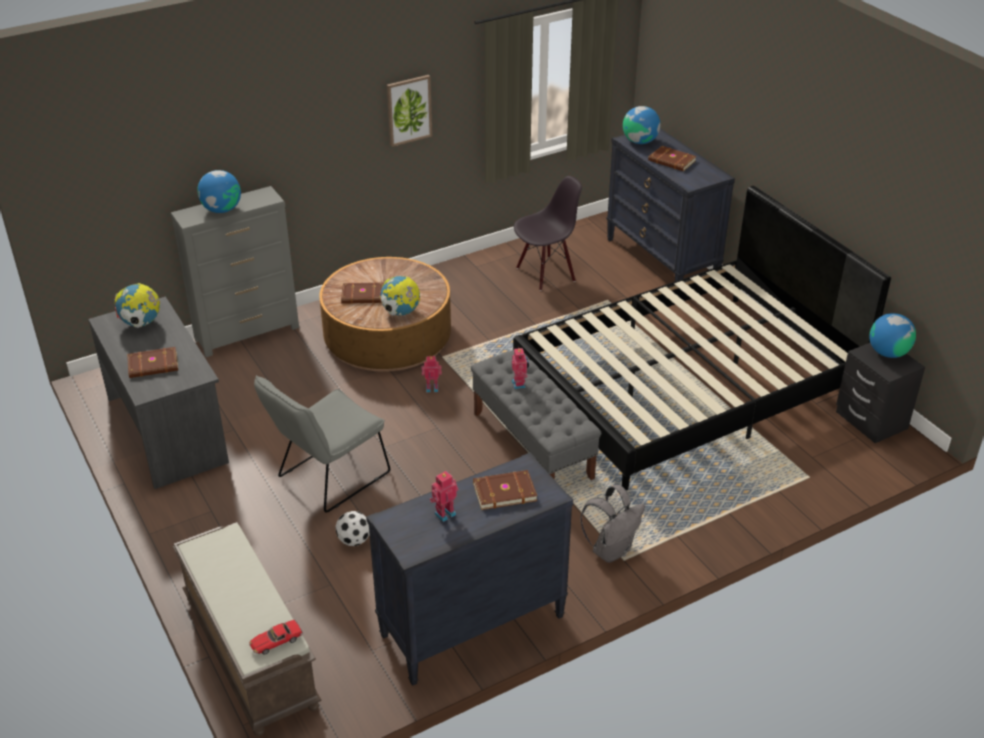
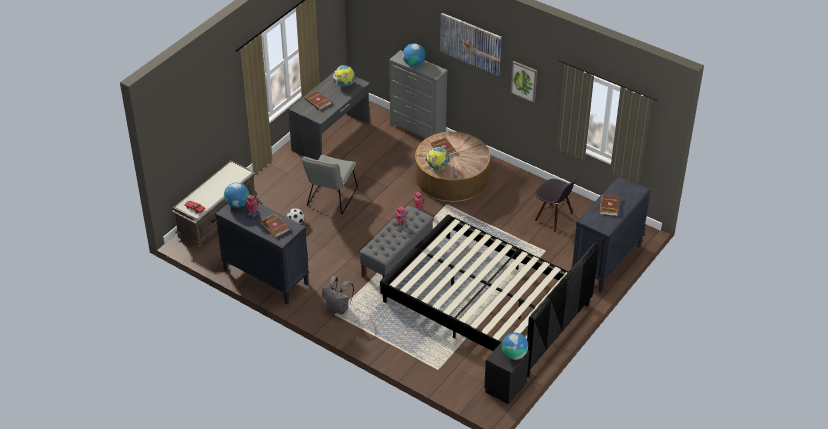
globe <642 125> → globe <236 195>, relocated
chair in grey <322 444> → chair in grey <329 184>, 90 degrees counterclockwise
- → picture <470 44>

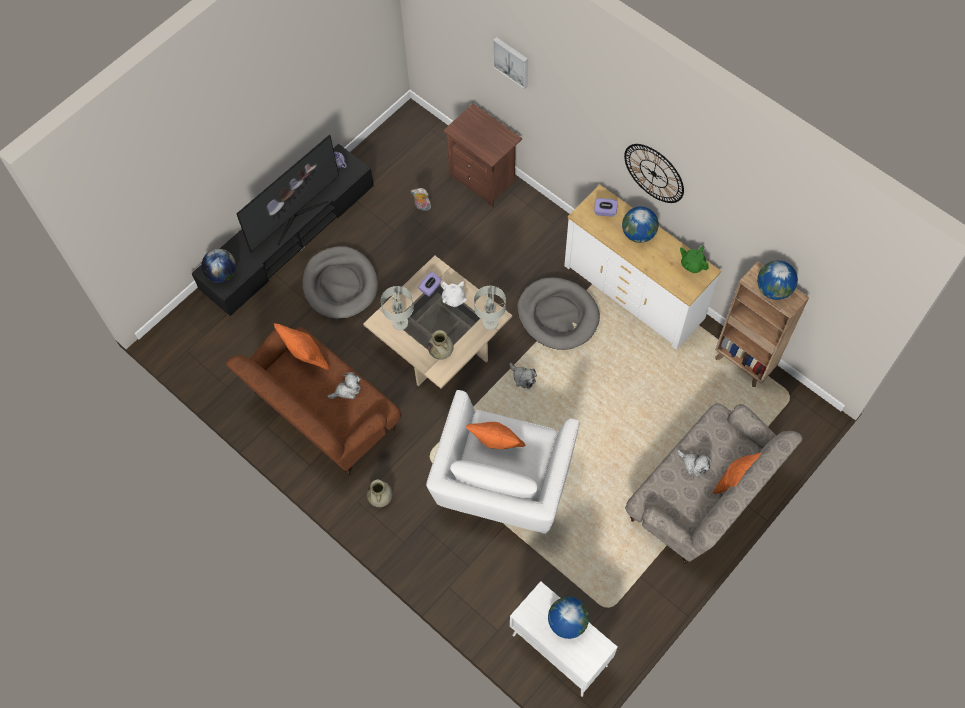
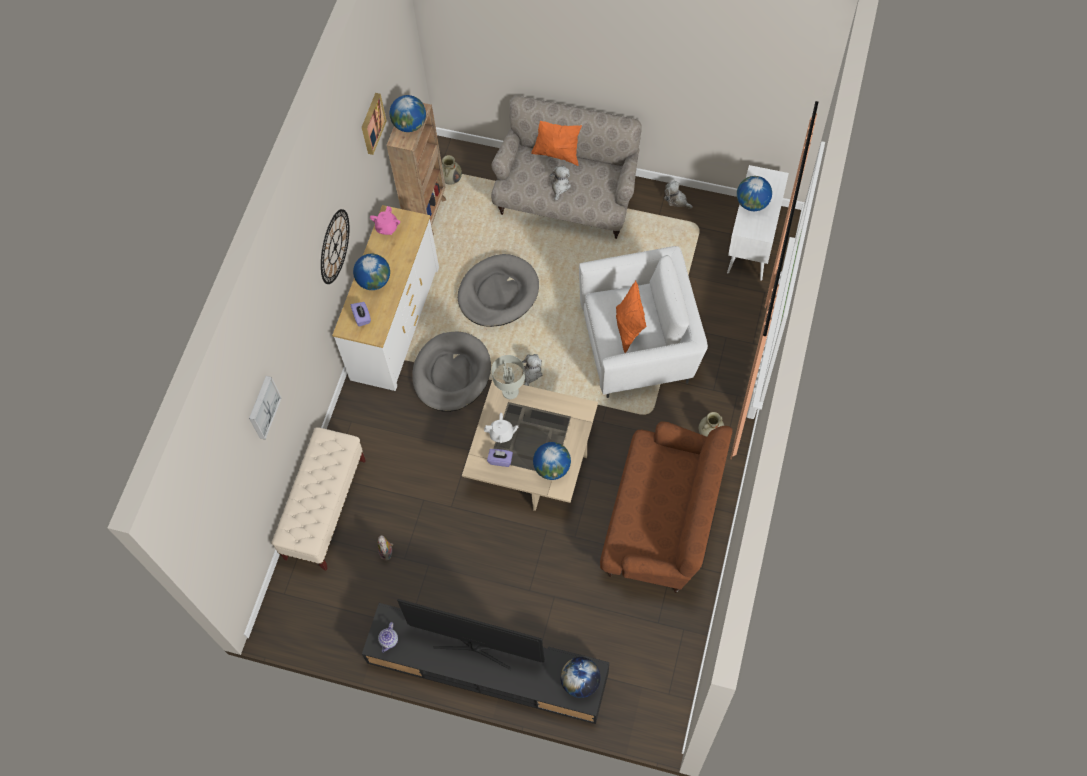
nightstand in brown <482 155> → bench in beige <318 499>
dog bed in grey <340 282> → dog bed in grey <498 290>, relocated
teapot in green <694 259> → teapot in pink <385 220>
teapot in white <453 294> → teapot in white <501 428>, 75 degrees clockwise
table lamp in grey <397 308> → globe <552 461>
pillow in orange <302 346> → -
vase in beige <441 345> → vase in beige <452 170>, relocated
plush toy <344 385> → plush toy <678 195>, relocated
- → picture <374 124>

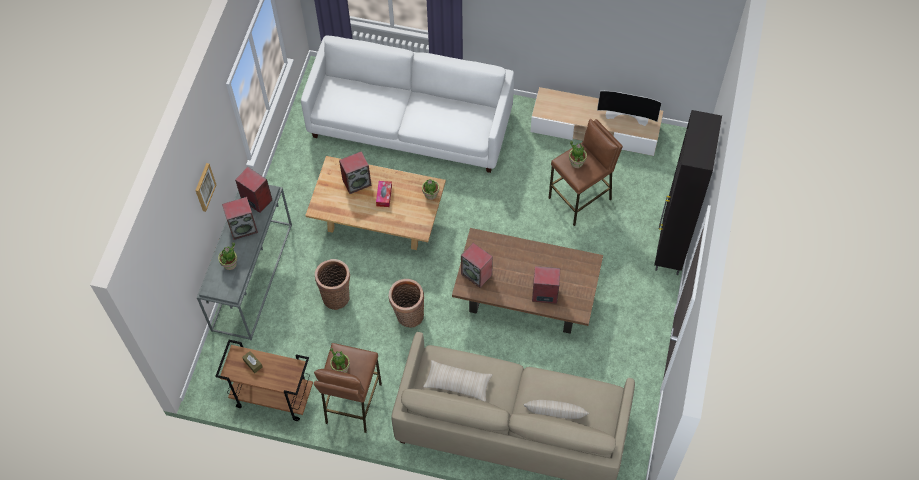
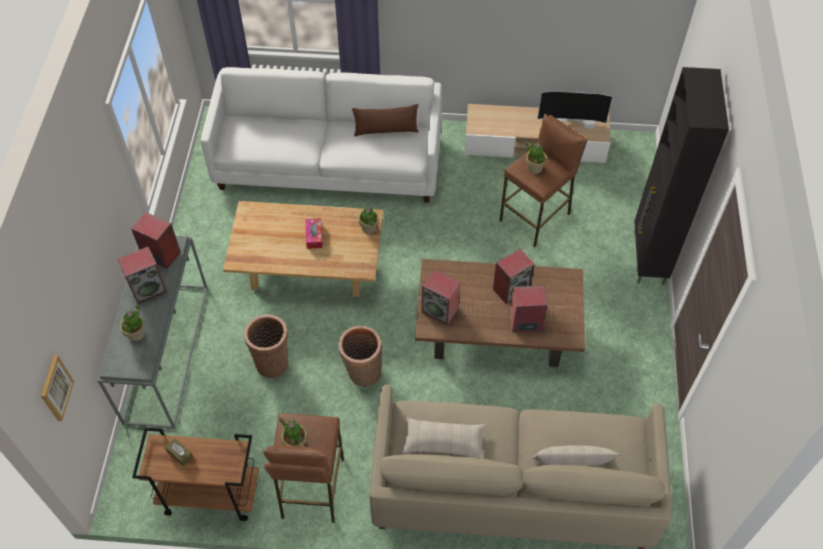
speaker <355 172> → speaker <514 277>, relocated
picture <205 187> → picture <57 388>, relocated
- → pillow in brown <385 120>

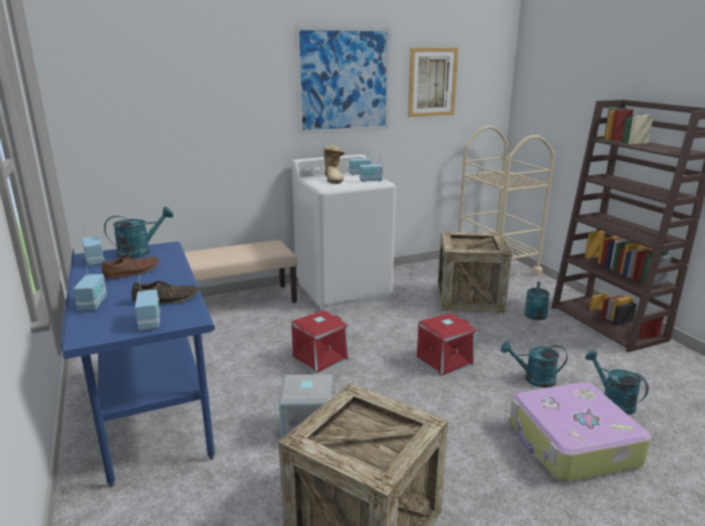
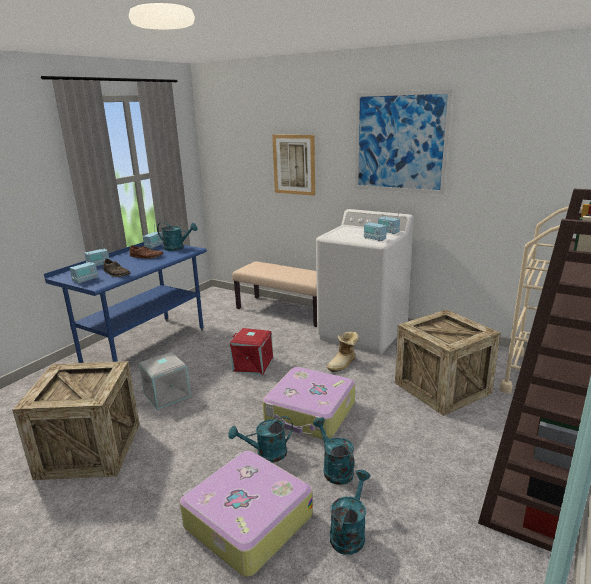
picture <433 82> → picture <293 165>, relocated
boot <334 164> → boot <343 351>, relocated
watering can in turquoise <537 301> → watering can in turquoise <260 439>, relocated
storage box in red <447 344> → suitcase <309 403>

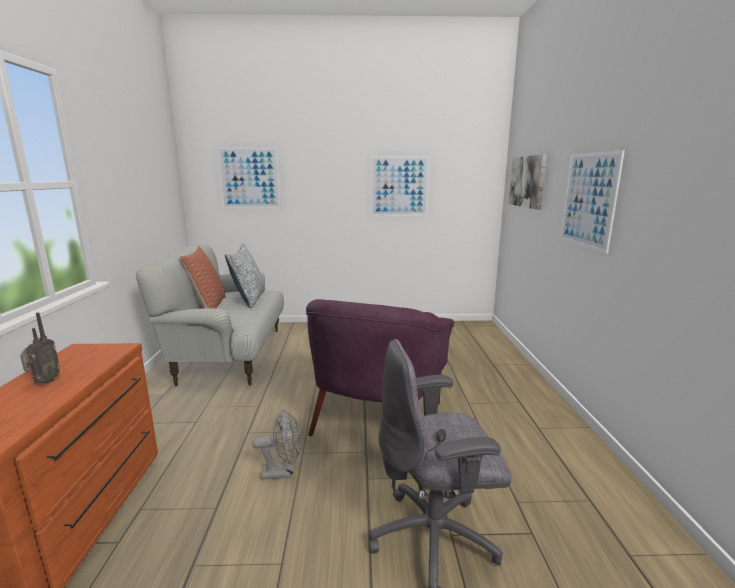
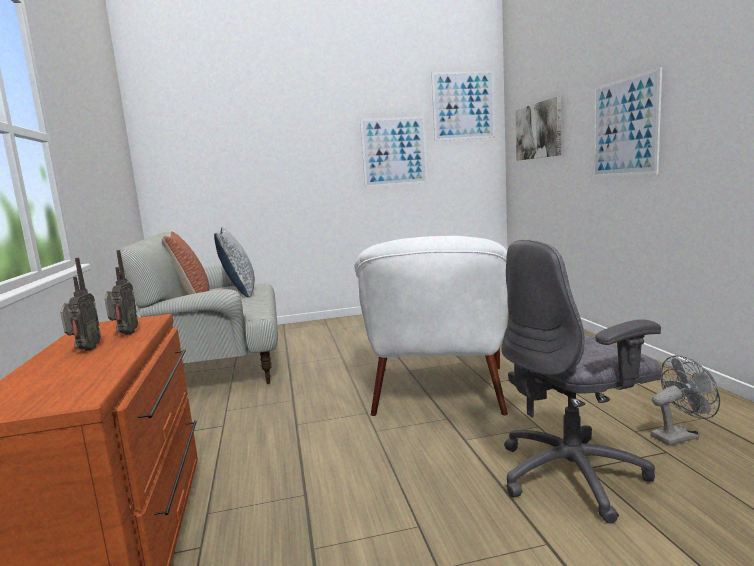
picture <249 177> → picture <463 106>, relocated
armchair in purple <380 367> → armchair in white <431 326>
fan in grey <277 445> → fan in grey <685 400>, relocated
- → radio <121 292>

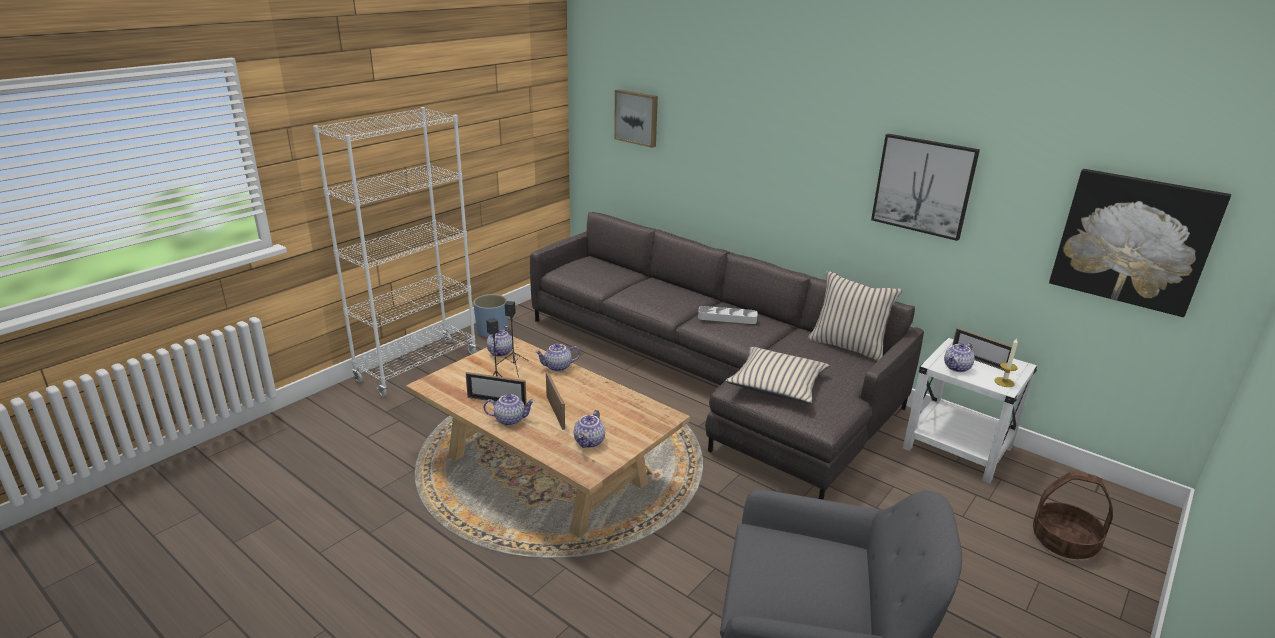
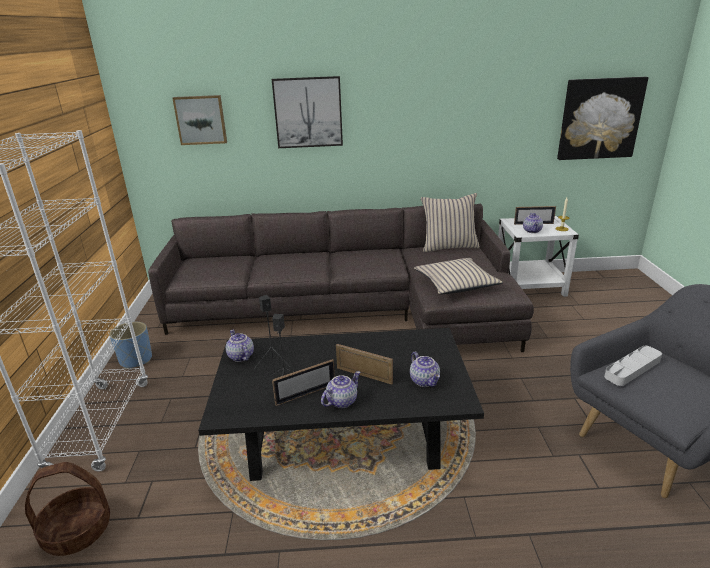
picture <925 187> → picture <307 112>, relocated
tray in grey <727 315> → tray in grey <633 366>, relocated
coffee table in beige <548 437> → coffee table in black <341 404>
teapot <557 357> → -
basket <1073 515> → basket <67 509>, relocated

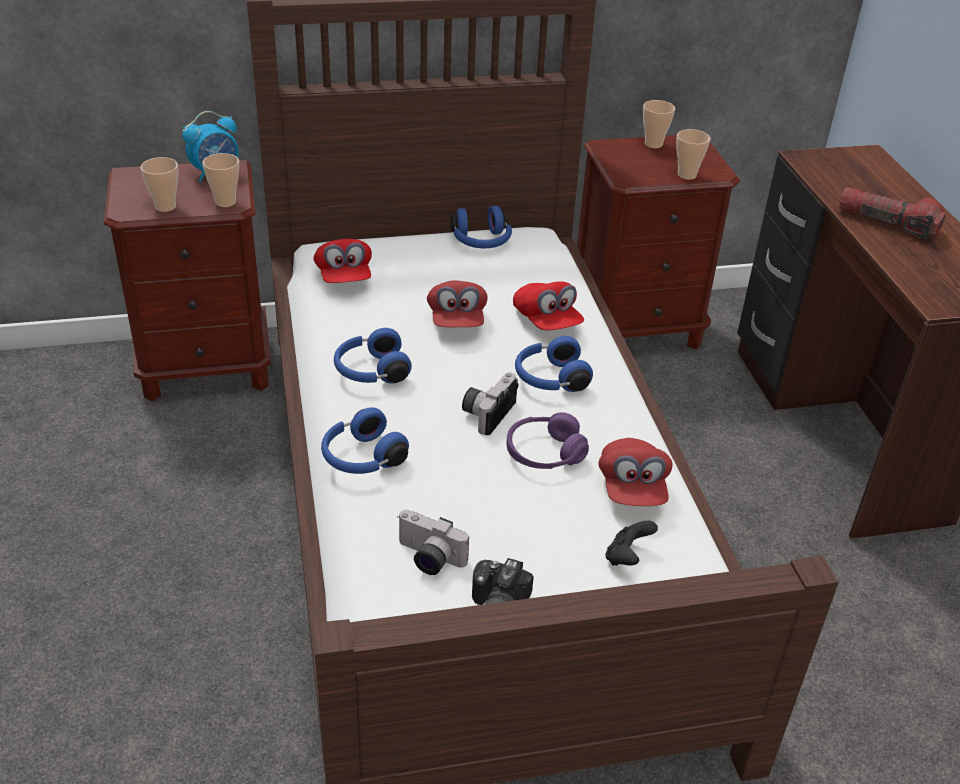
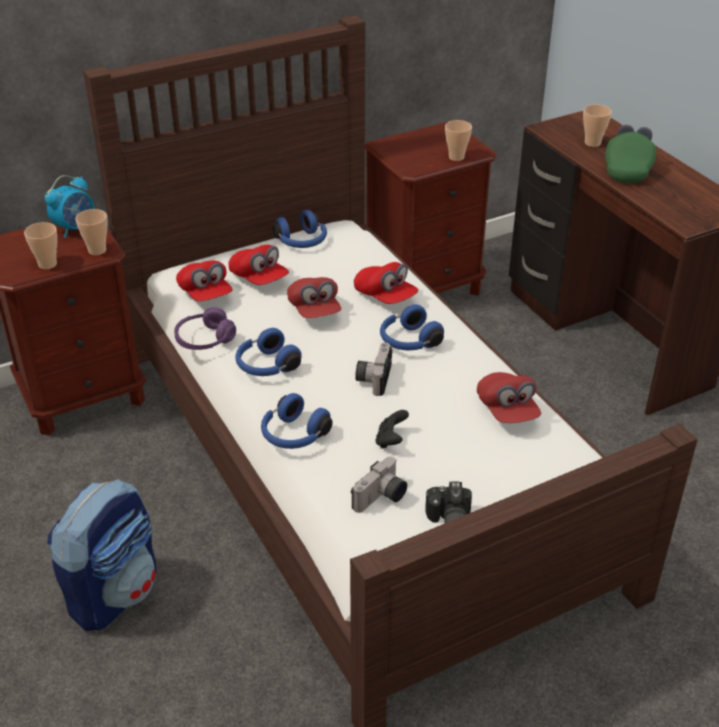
cup <659 124> → cup <597 125>, relocated
flashlight <892 213> → cap in green <630 154>
headphones in purple <548 440> → headphones in purple <205 328>, relocated
photo camera <433 542> → photo camera <379 485>, 60 degrees counterclockwise
game controller in black <631 543> → game controller in black <392 429>, relocated
- → cap in red <258 265>
- → backpack <102 555>

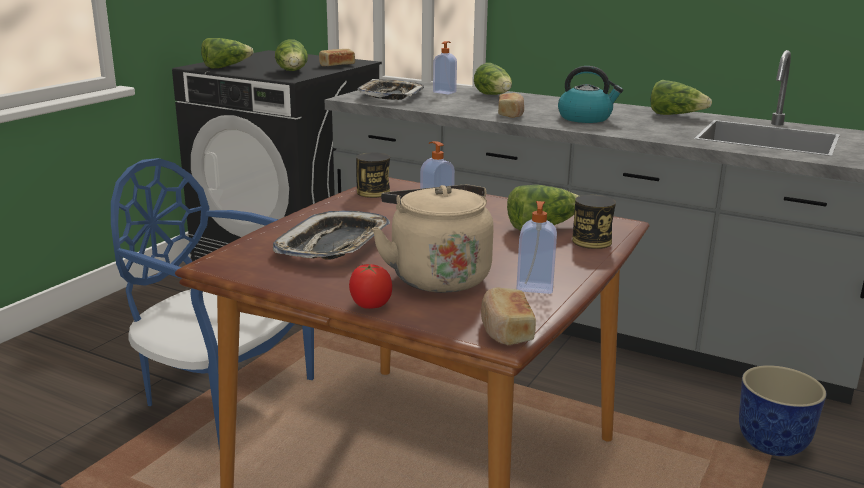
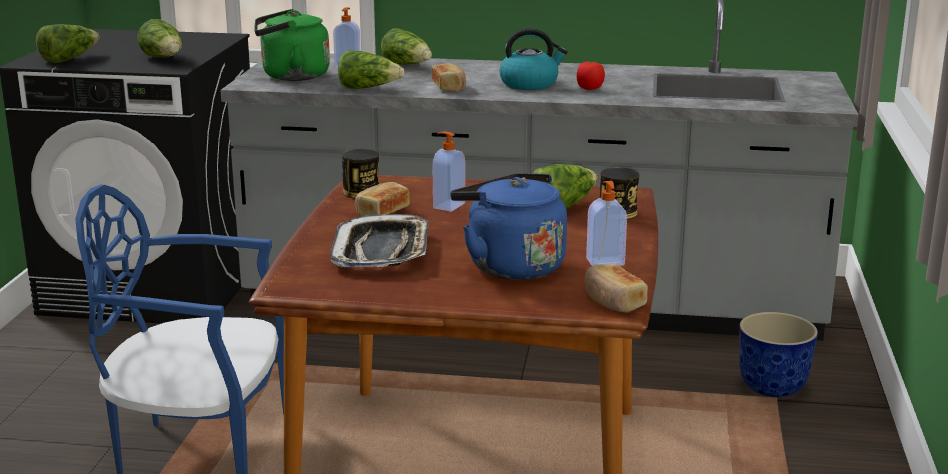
bread <337 57> → bread <382 199>, relocated
tray <390 89> → kettle in green <292 45>
lettuce <681 97> → lettuce <371 69>, relocated
kettle in beige <433 239> → kettle in blue <508 226>
tomato <370 286> → tomato <591 75>, relocated

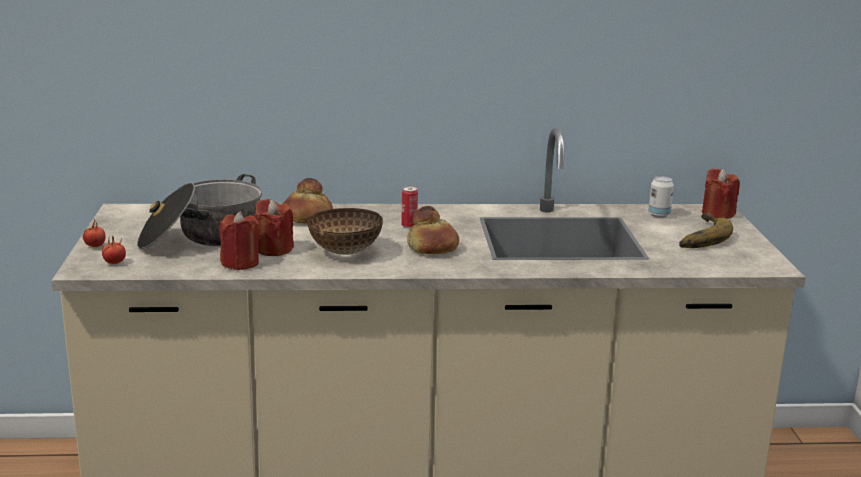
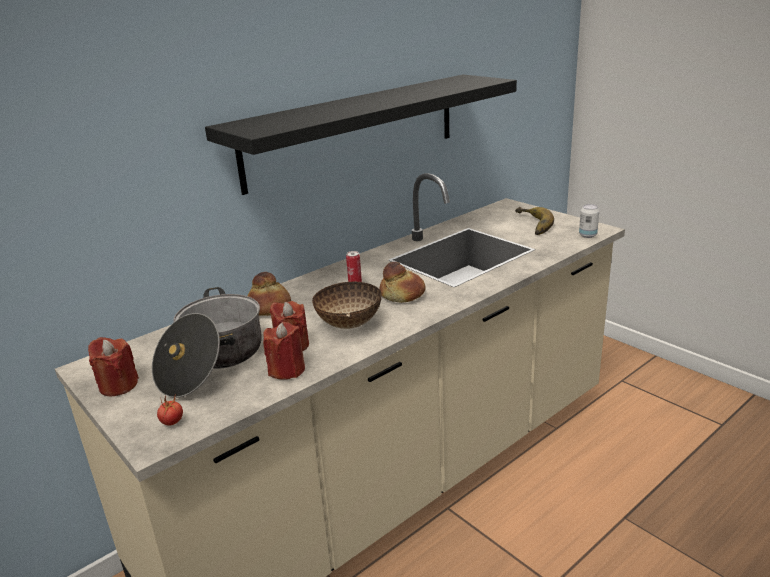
candle in red <721 193> → candle in red <113 367>, relocated
can <661 197> → can <589 221>, relocated
tomato <94 233> → -
- → shelf in black <361 135>

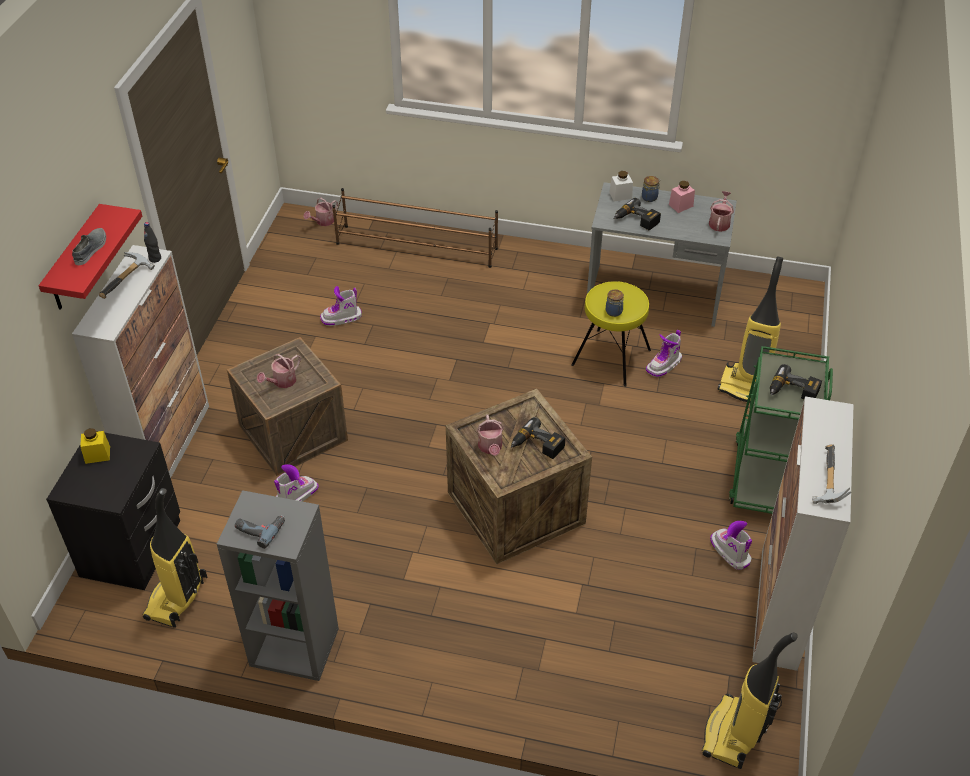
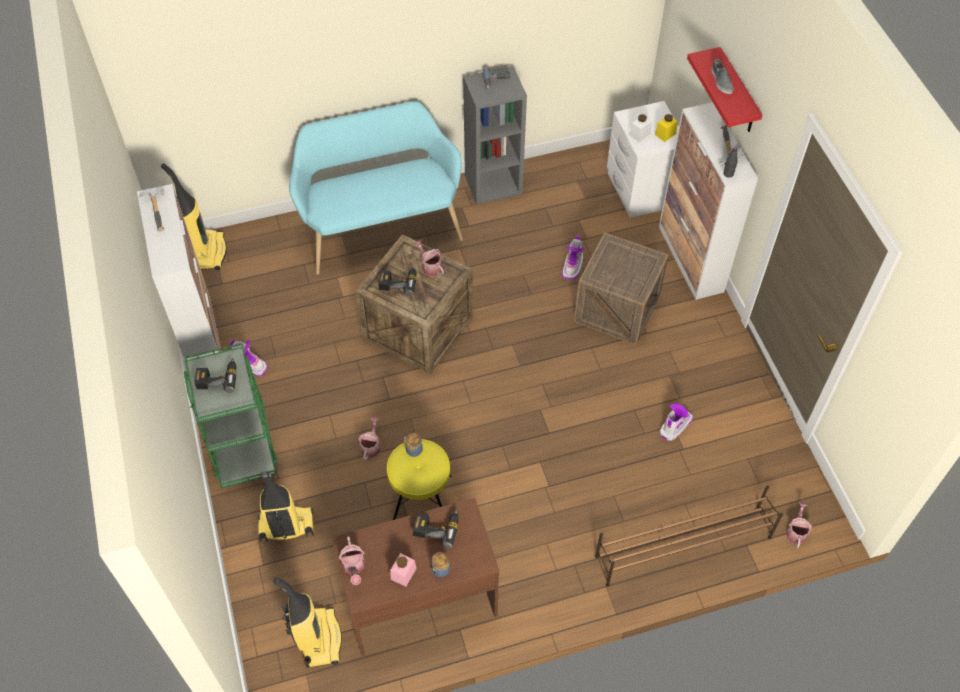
jar in white <621 186> → jar in white <640 128>, relocated
desk in grey <662 254> → desk in brown <415 577>
boot <664 353> → -
watering can <279 371> → watering can <369 438>, relocated
nightstand in black <113 510> → nightstand in white <643 159>
vacuum cleaner <175 558> → vacuum cleaner <307 622>, relocated
- → bench in turquoise <376 188>

